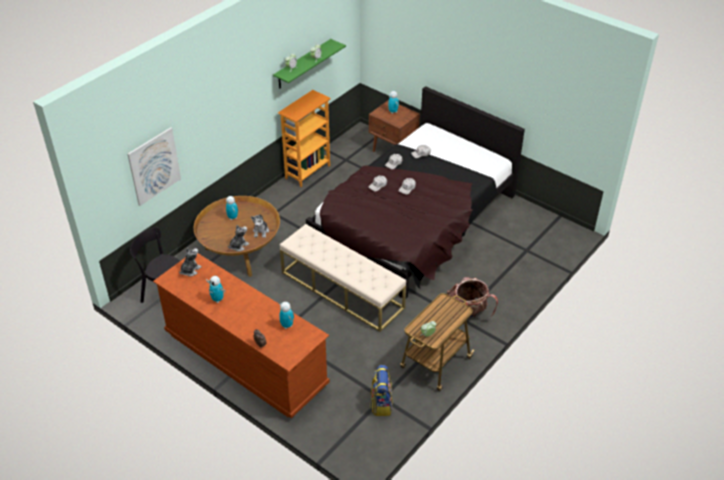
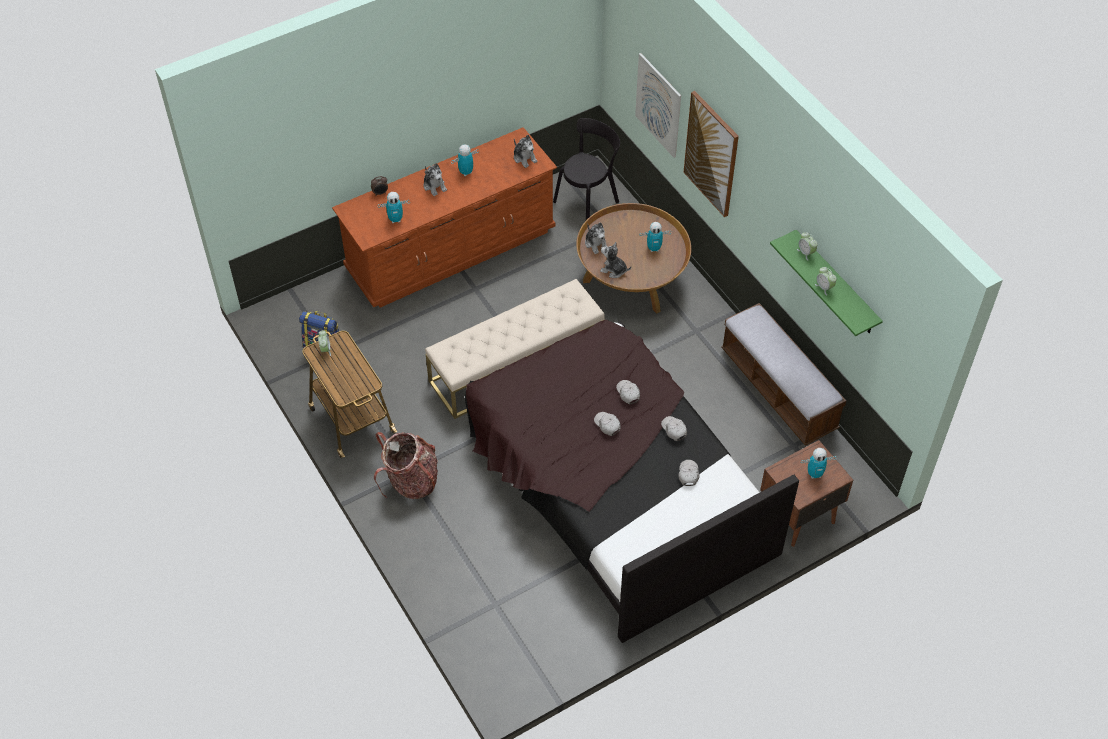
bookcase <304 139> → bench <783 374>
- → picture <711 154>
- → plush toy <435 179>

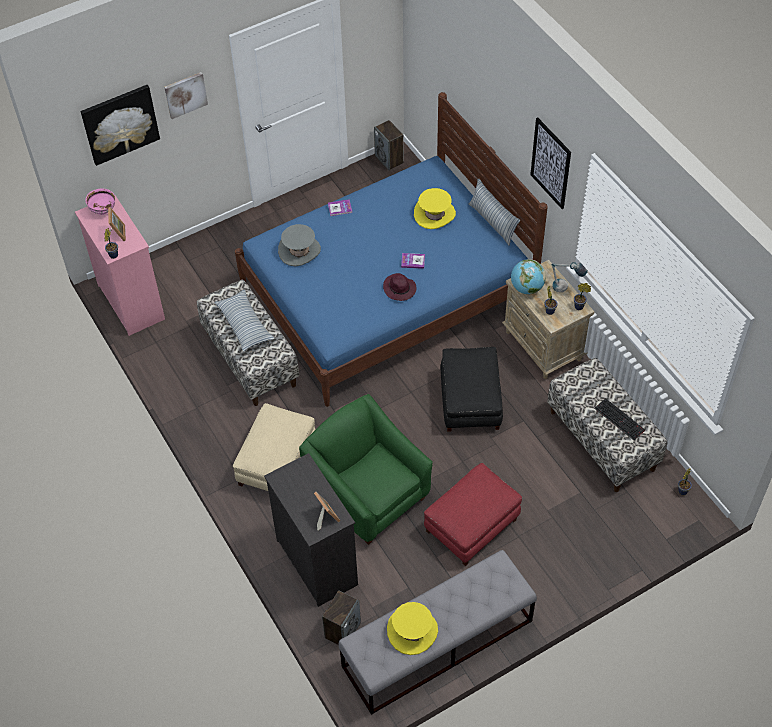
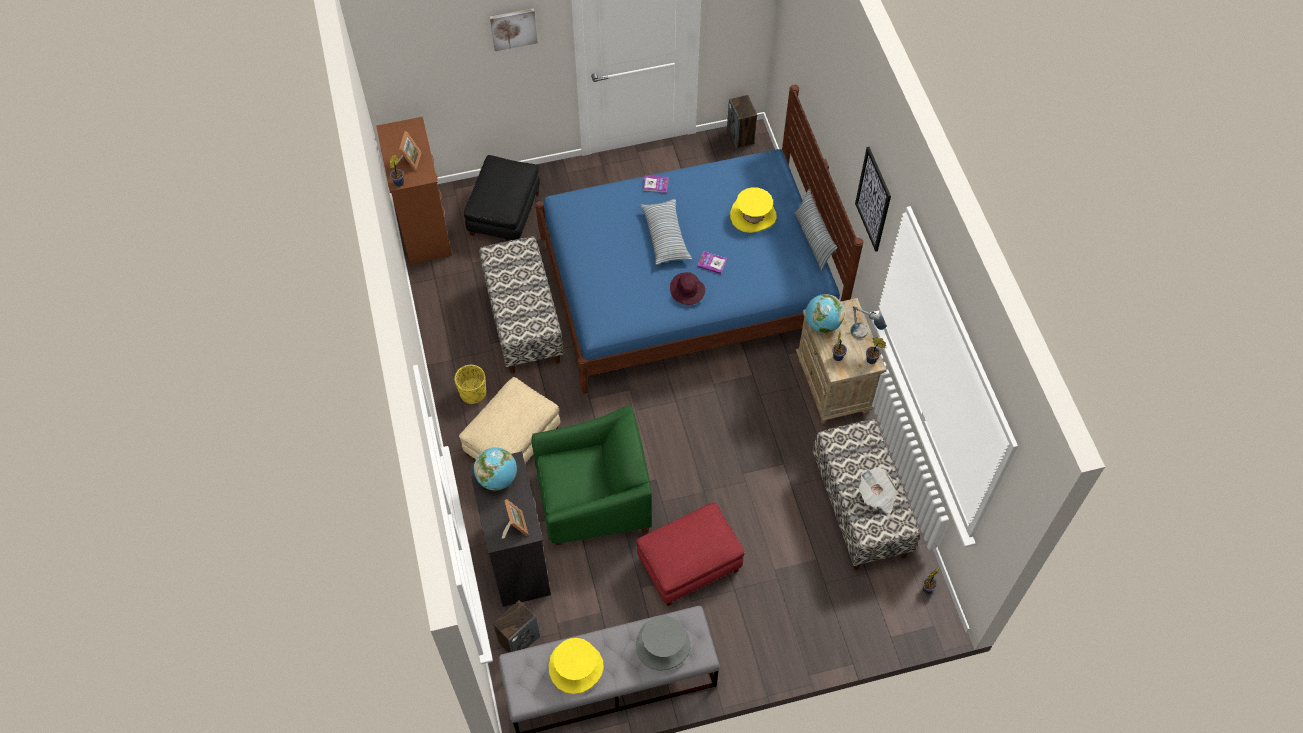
picture <120 125> → -
bowl in pink <100 202> → -
dresser in pink <120 265> → dresser in brown <414 191>
hat in grey <299 245> → hat in grey <663 643>, relocated
pillow <244 321> → pillow <666 232>, relocated
ottoman in black <472 389> → ottoman in black <502 197>, relocated
armchair in green <366 469> → armchair in green <592 475>, 105 degrees clockwise
keyboard <619 419> → newspaper <879 490>
- → planter in yellow <470 384>
- → globe <495 469>

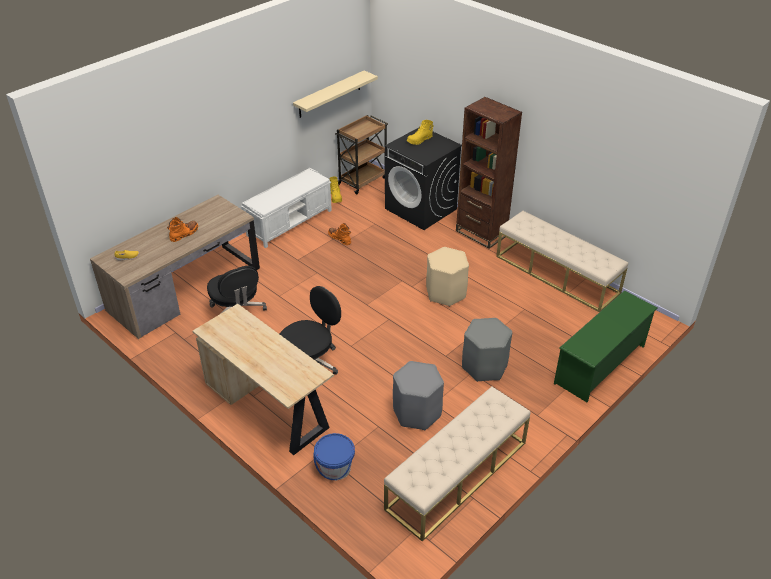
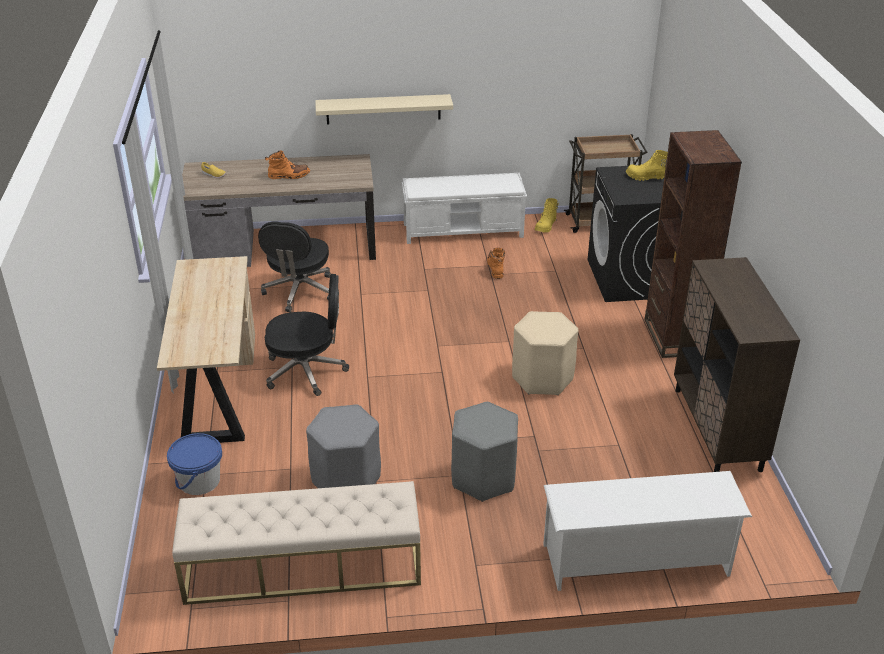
shelf in beige <335 94> → shelf in beige <384 109>, relocated
bench in beige <562 261> → cabinet in brown <737 364>
shoe rack in green <606 346> → shoe rack in white <647 531>

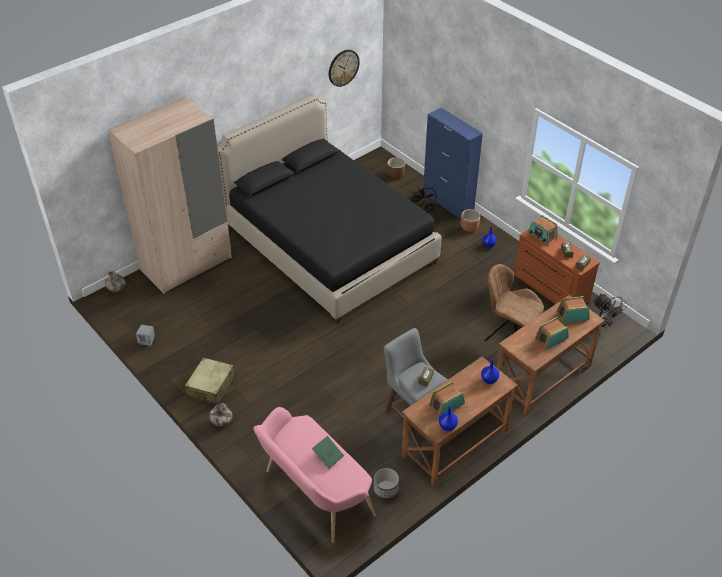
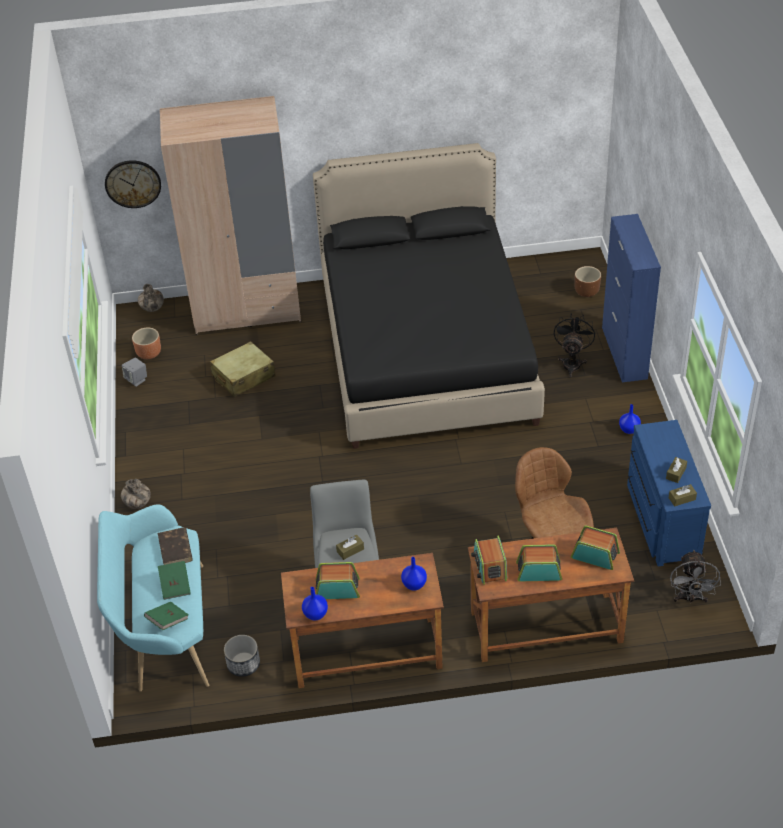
wall clock <344 68> → wall clock <133 184>, relocated
planter in brown <470 220> → planter in brown <146 343>, relocated
radio <543 229> → radio <489 560>, relocated
dresser in brown <557 266> → dresser in blue <669 493>
suitcase in beige <210 381> → suitcase in beige <243 369>, relocated
bench in pink <315 475> → bench in turquoise <153 597>
- → book in brown <175 546>
- → book in green <166 616>

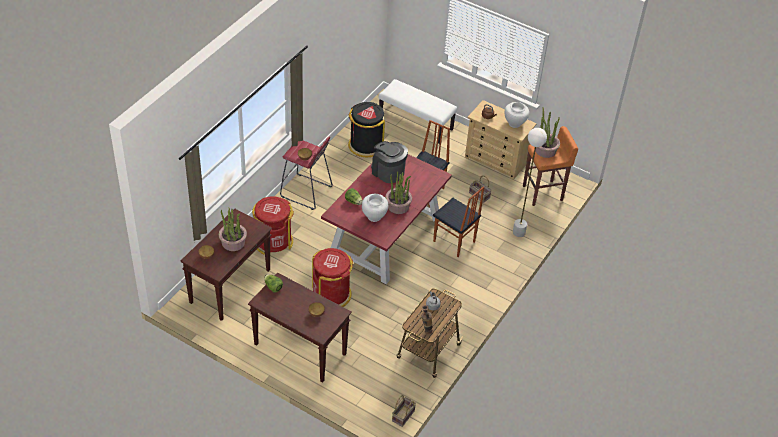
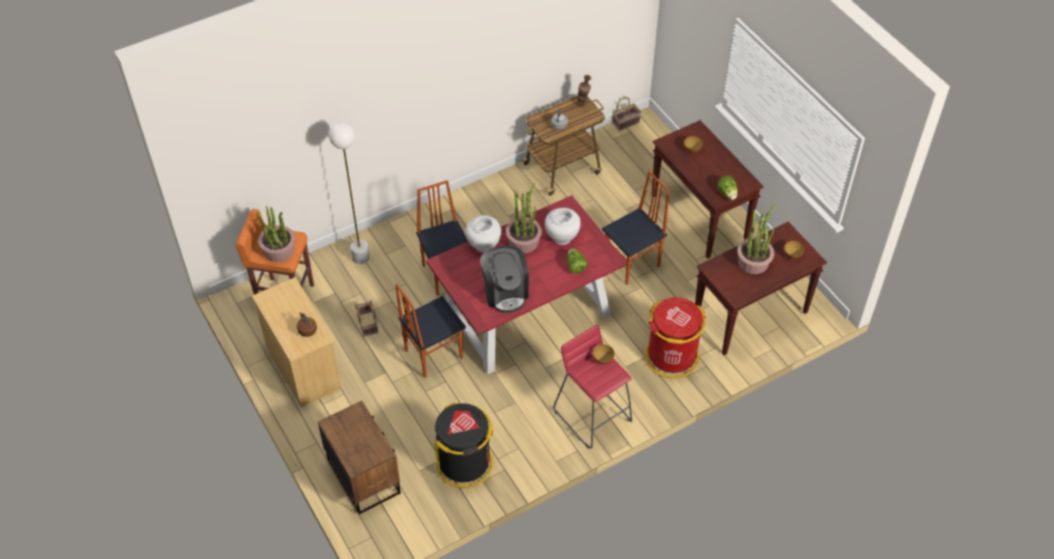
bench in white <417 111> → nightstand in brown <359 457>
vase in white <517 115> → vase in white <483 234>, relocated
trash can in red <332 277> → chair <635 228>

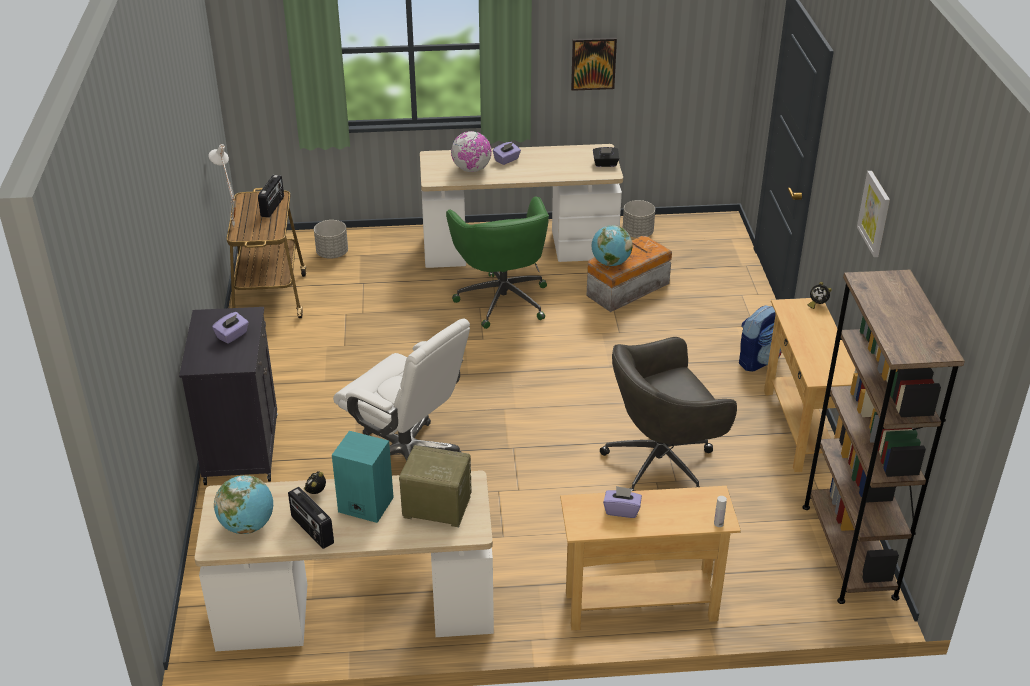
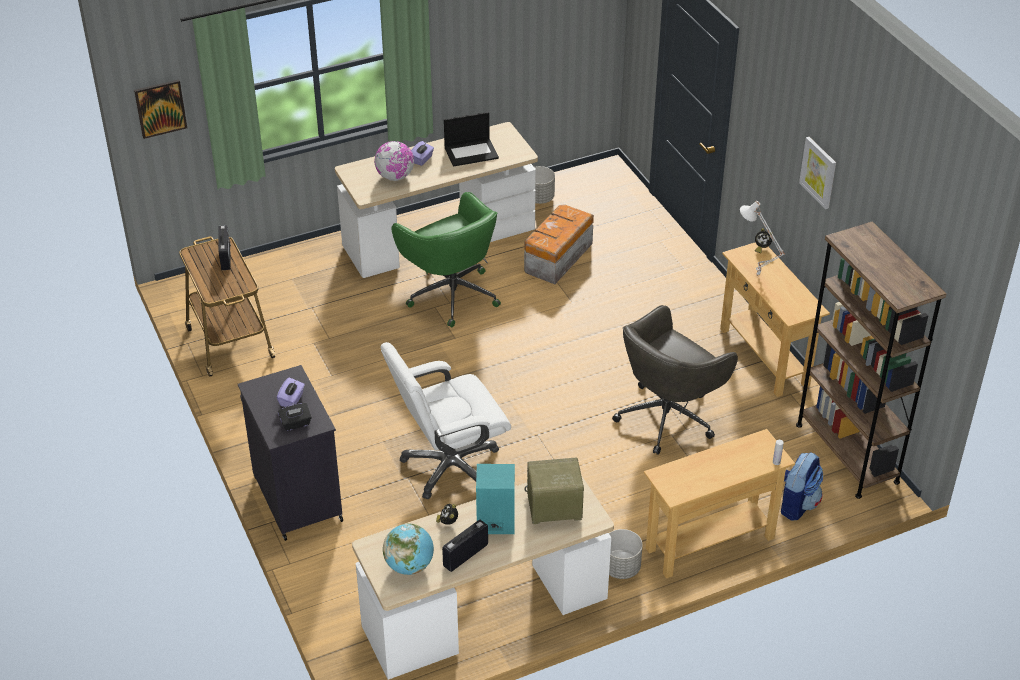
picture <594 64> → picture <160 109>, relocated
table lamp in white <222 185> → table lamp in white <762 238>, relocated
tissue box in black <606 157> → tissue box in black <295 417>, relocated
planter in grey <331 239> → planter in grey <626 554>, relocated
globe <612 245> → -
backpack <760 338> → backpack <802 486>, relocated
office chair in white <401 390> → office chair in white <445 420>, 135 degrees clockwise
tissue box in purple <622 502> → -
radio <311 518> → radio <465 546>, 105 degrees clockwise
- → laptop <471 139>

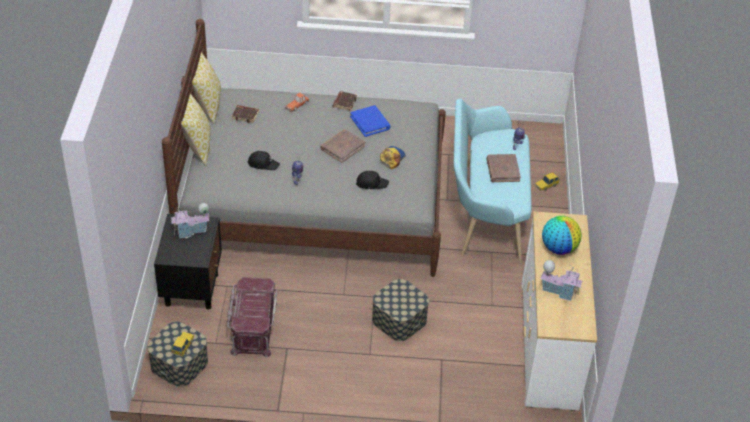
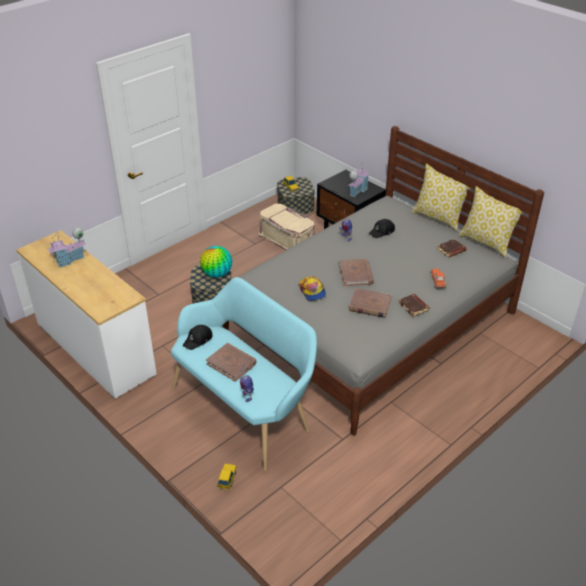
book in blue <370 121> → book in brown <370 303>
cap in black <372 180> → cap in black <198 337>, relocated
globe <561 235> → globe <216 262>, relocated
storage box in red <252 317> → storage box in beige <287 227>

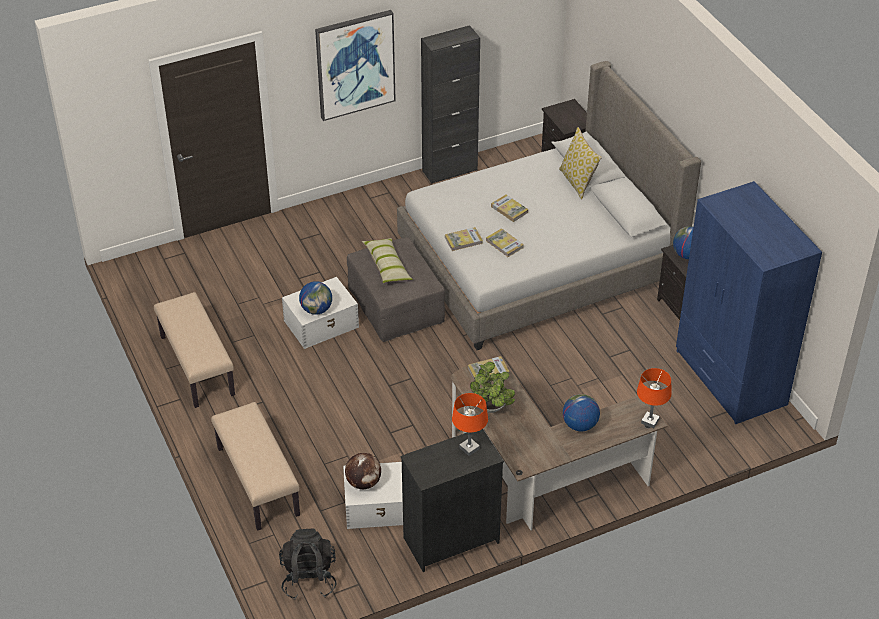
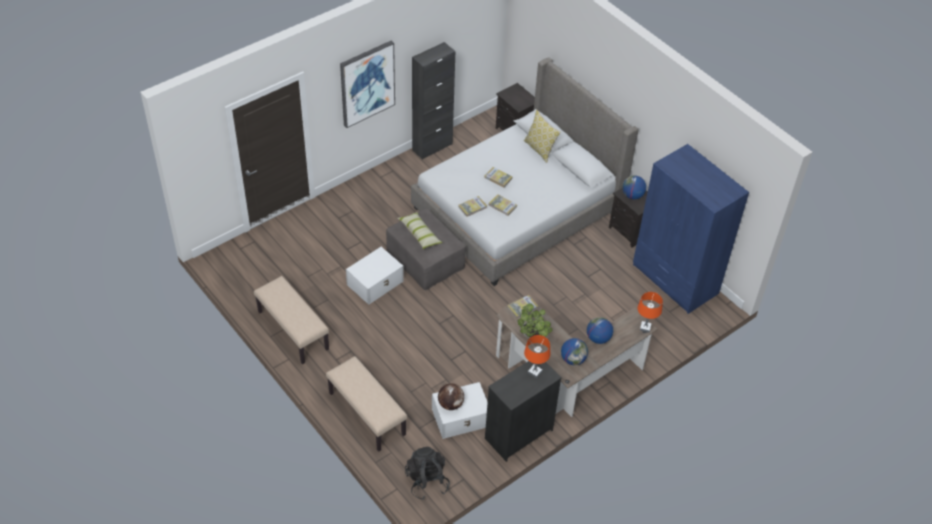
globe <315 298> → globe <574 351>, relocated

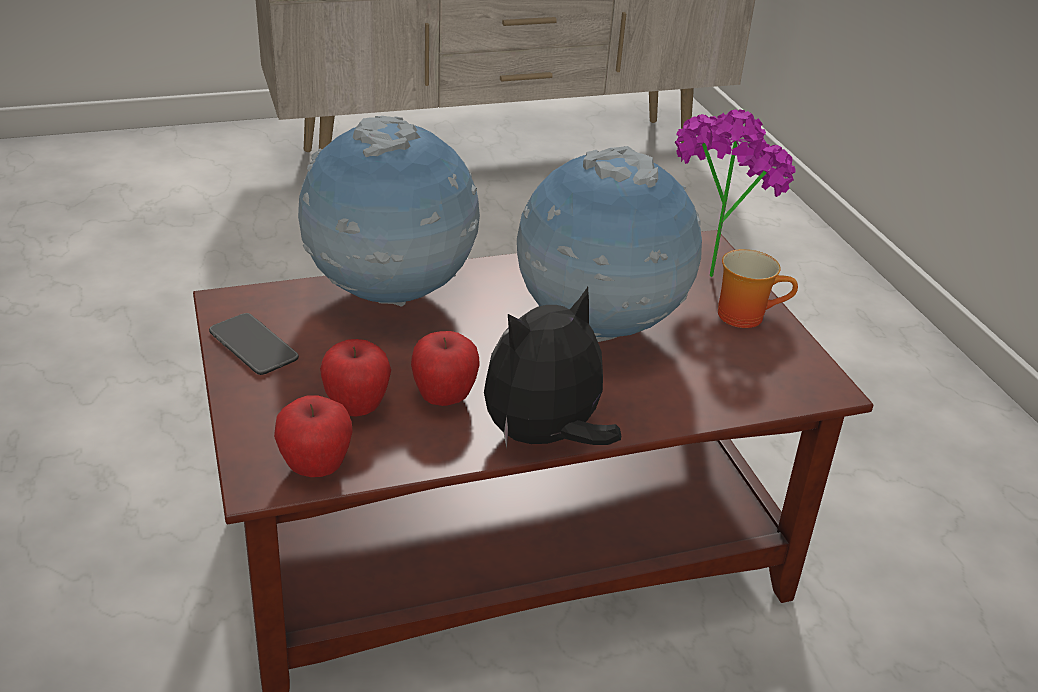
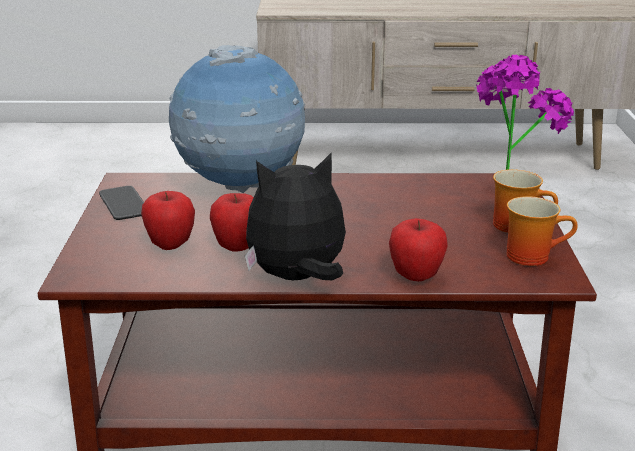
globe <609 244> → -
apple <313 436> → apple <418 249>, relocated
- → mug <542 231>

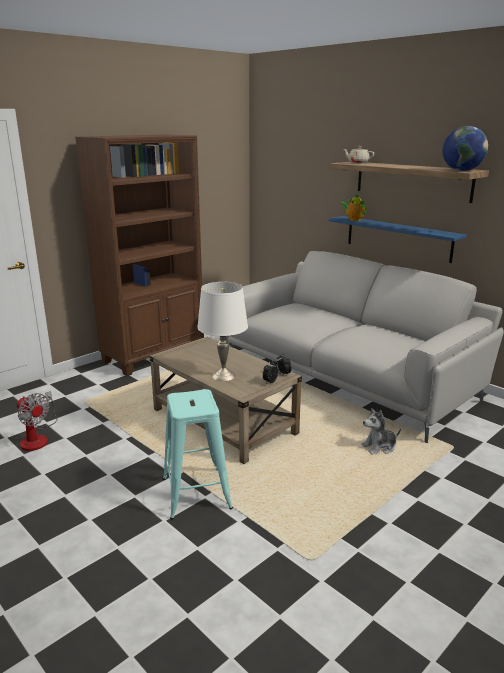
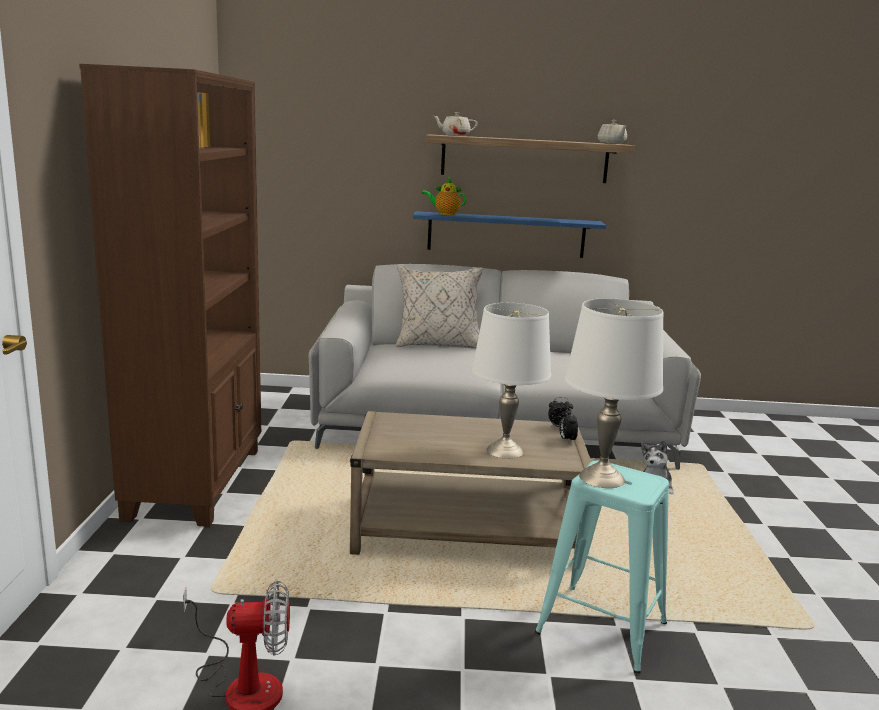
globe <465 148> → teapot in beige <612 132>
- → pillow in beige <439 307>
- → table lamp in white <614 393>

